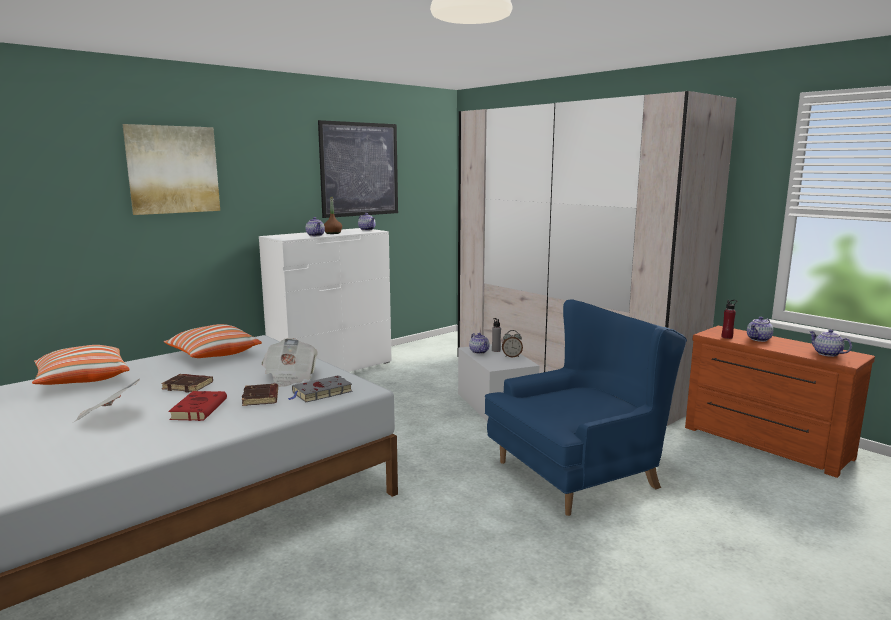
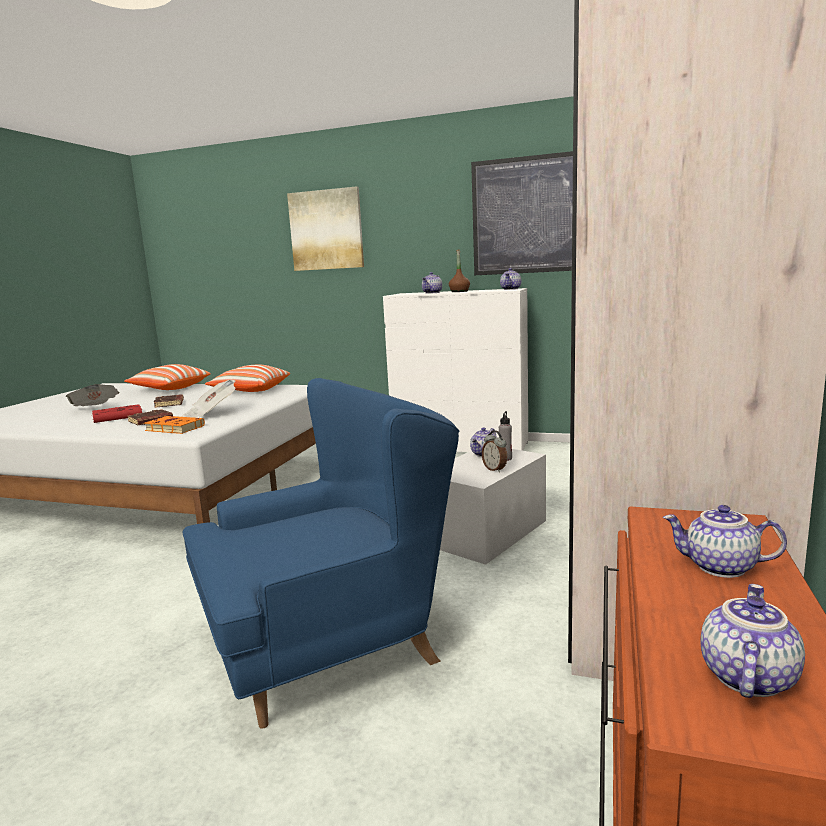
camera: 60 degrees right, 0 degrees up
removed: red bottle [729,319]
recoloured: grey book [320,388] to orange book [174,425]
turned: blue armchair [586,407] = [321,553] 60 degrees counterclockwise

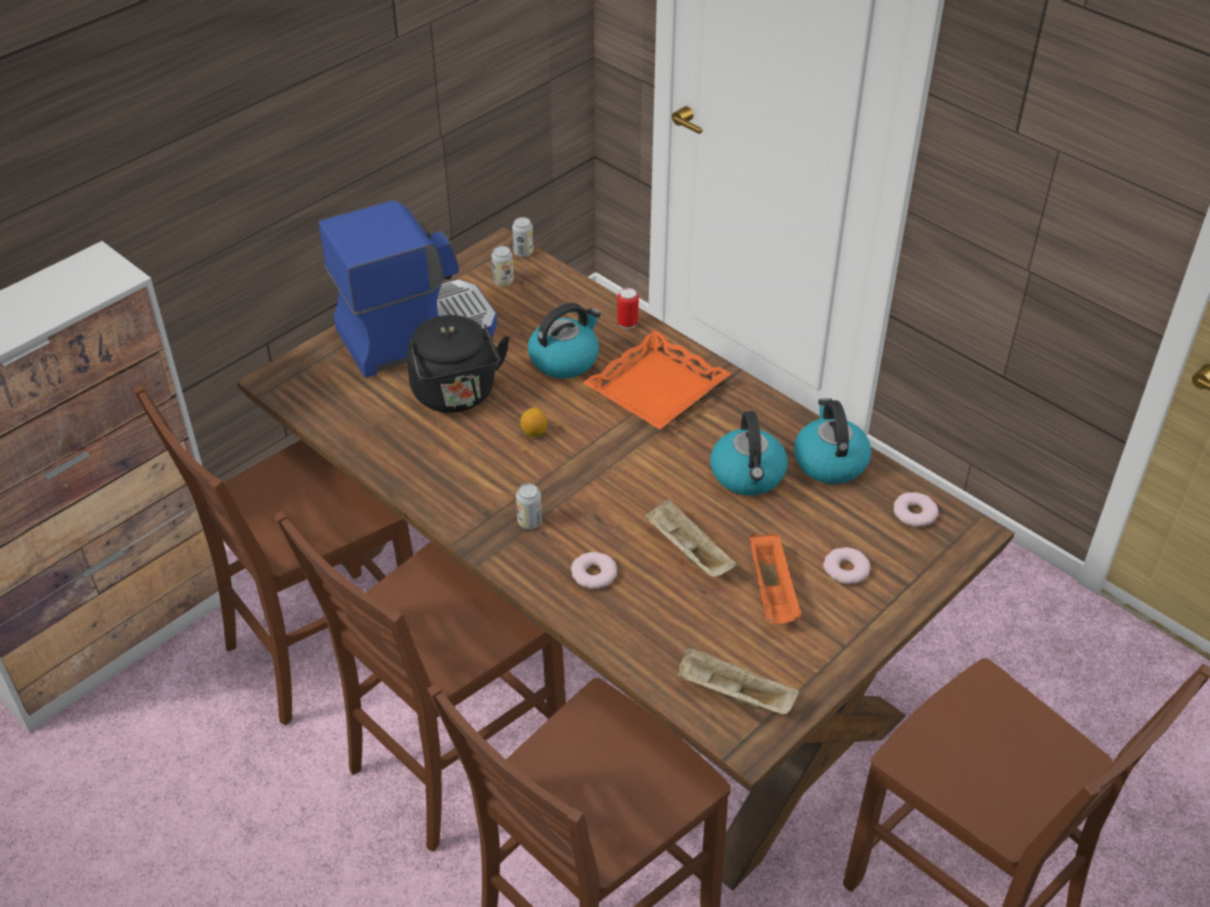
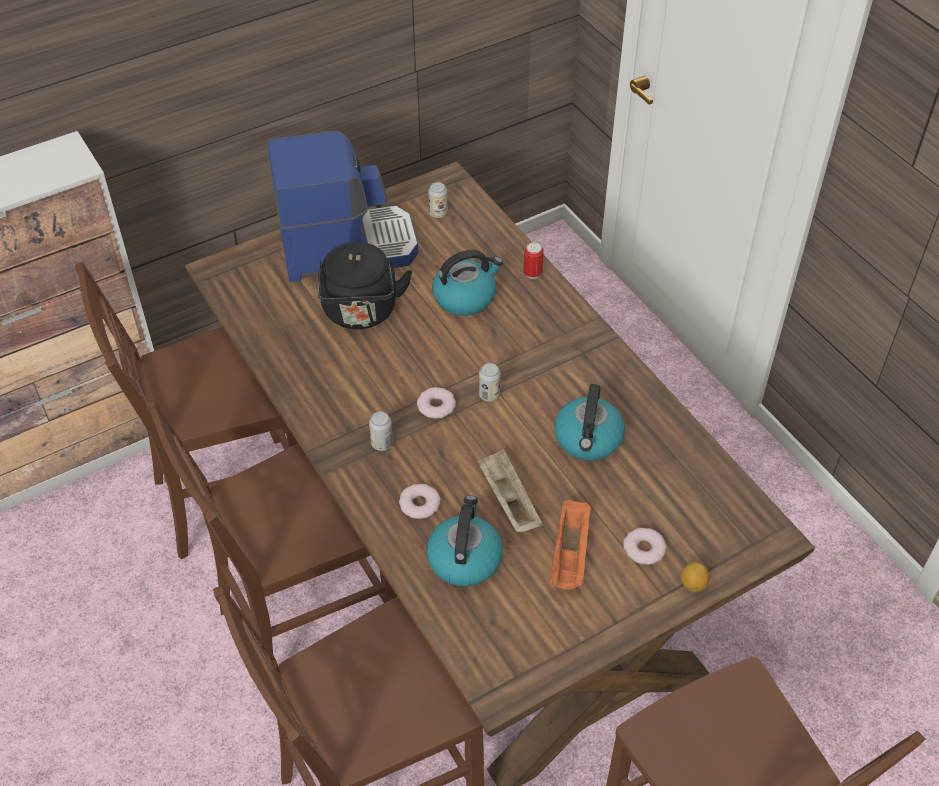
camera: 15 degrees right, 5 degrees up
removed: orange tray [657,379]; beige tray [738,680]
moved: can [523,237] to [490,382]; kettle [832,441] to [464,540]; lemon [533,422] to [695,577]; donut [916,509] to [436,403]

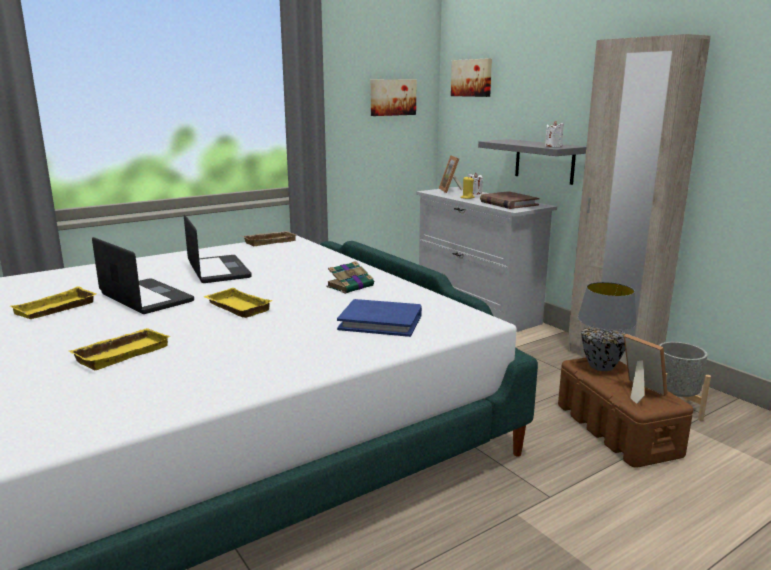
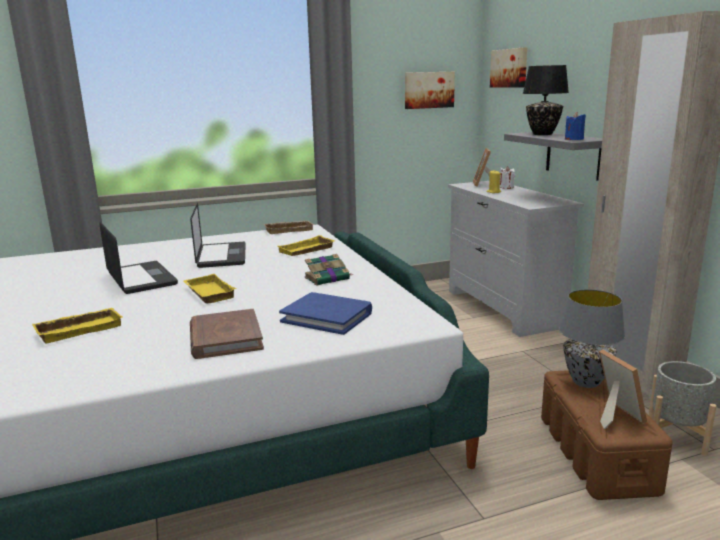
camera: 15 degrees right, 0 degrees up
added: black table lamp [546,100]
moved: brown book [509,200] to [227,334]; yellow tray [54,302] to [306,245]
recoloured: white candle [554,134] to blue candle [575,126]

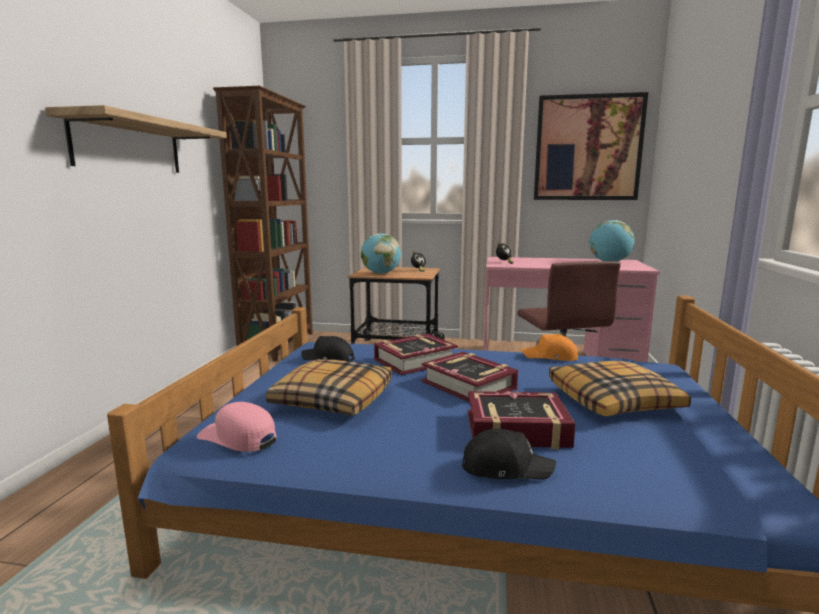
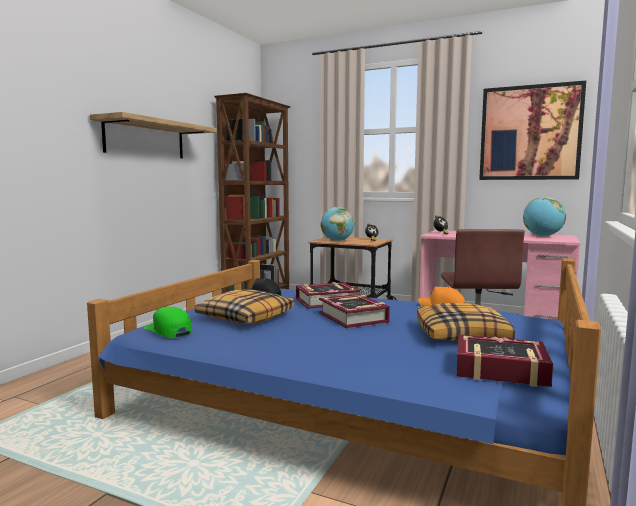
camera: 15 degrees right, 5 degrees down
removed: black cap [509,454]
moved: book [522,420] to [505,360]
recoloured: pink cap [236,427] to green cap [167,321]

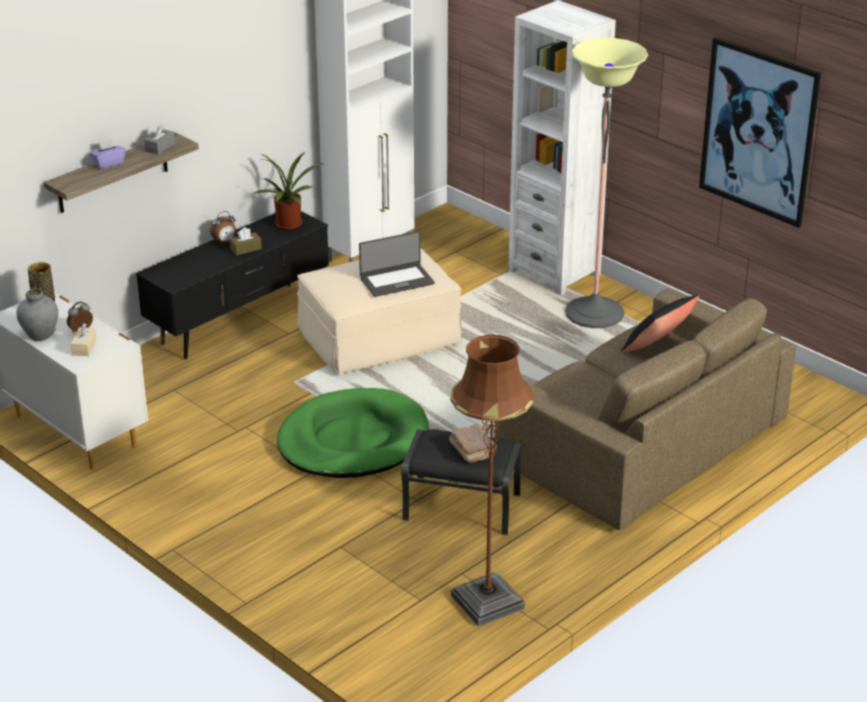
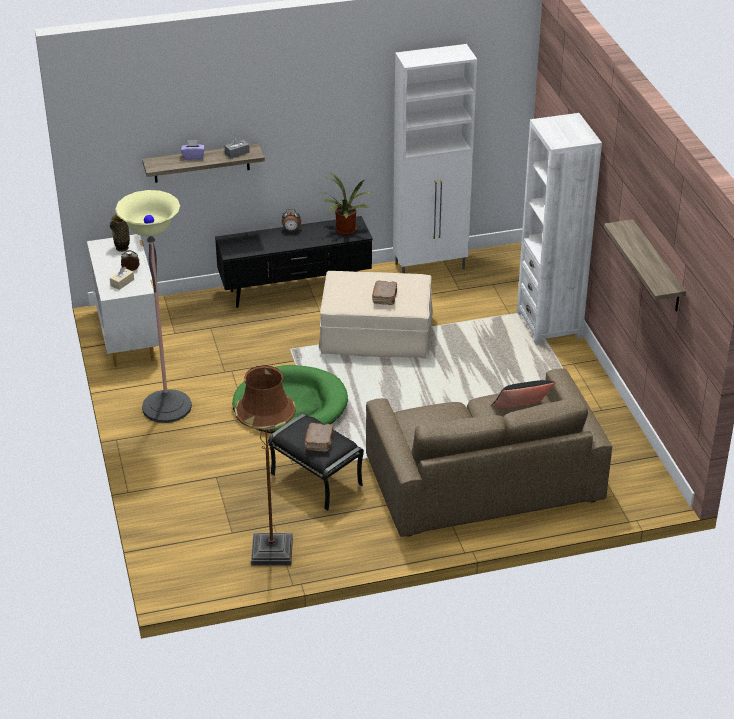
camera: 30 degrees right, 5 degrees up
removed: brown tissue box [246,241]; grey vase [37,315]
moved: floor lamp [606,183] to [153,306]
replaced: picture [760,132] to shelf [645,265]; laptop [397,264] to brown book [384,292]

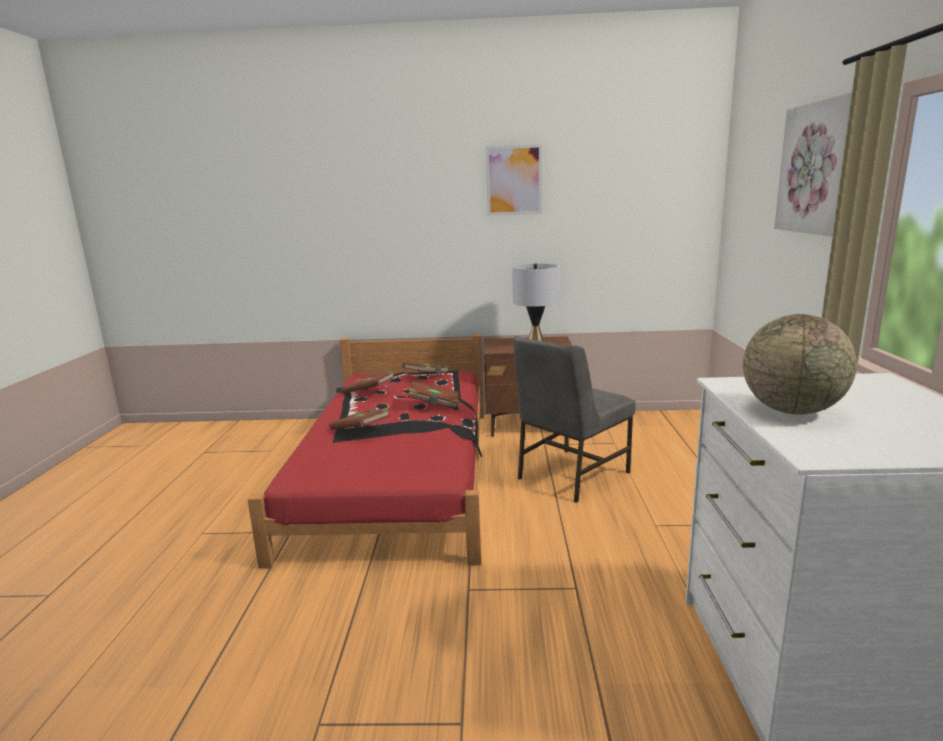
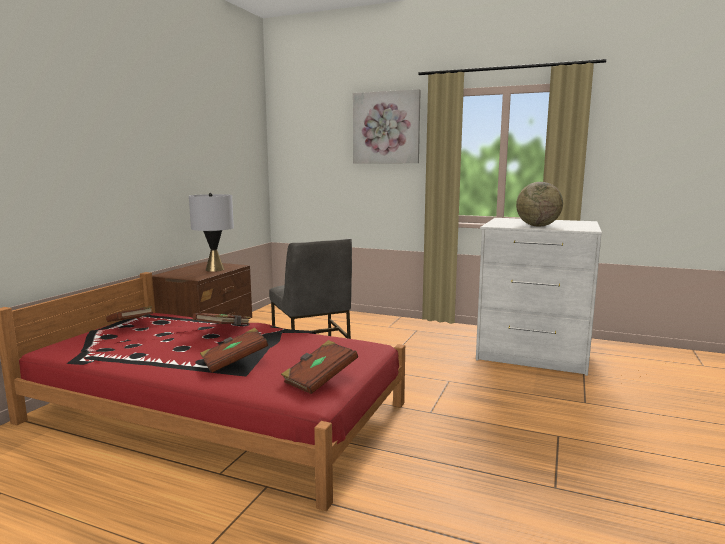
camera: 70 degrees left, 5 degrees down
removed: picture [514,180]
moved: brown book [368,382] to [319,367]

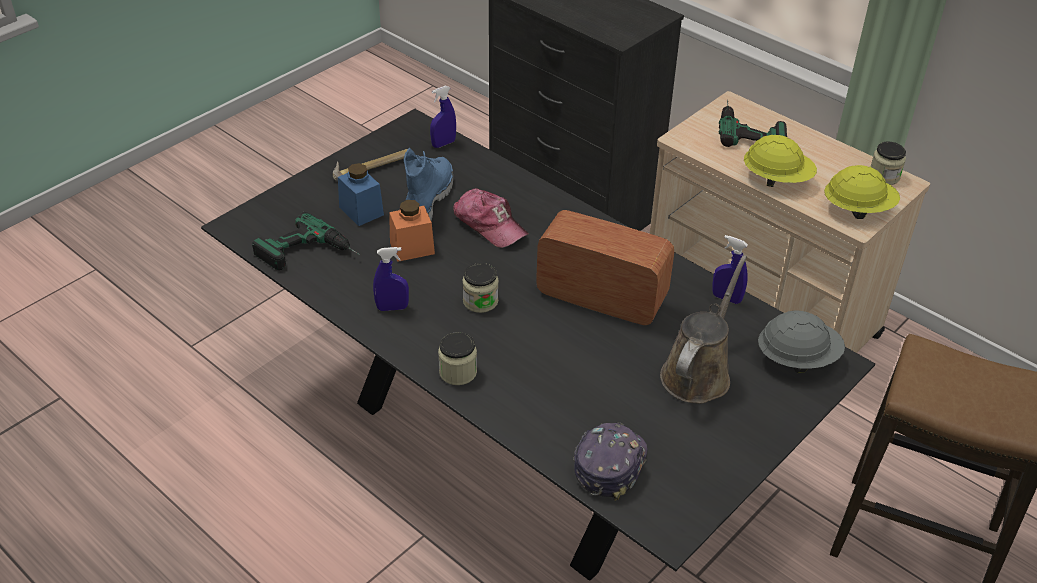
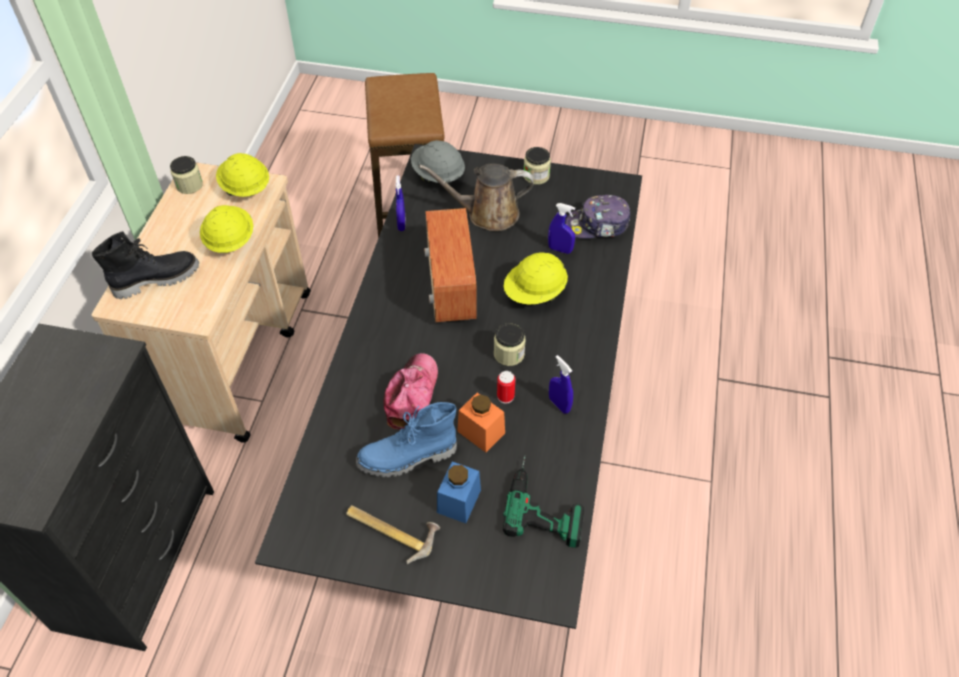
camera: 120 degrees left, 10 degrees up
added: yellow hard hat [536,279]; can [506,387]
moved: blue spray bottle [443,117] to [561,228]; jar [457,358] to [537,166]
replaced: power drill [753,123] to black boot [145,265]

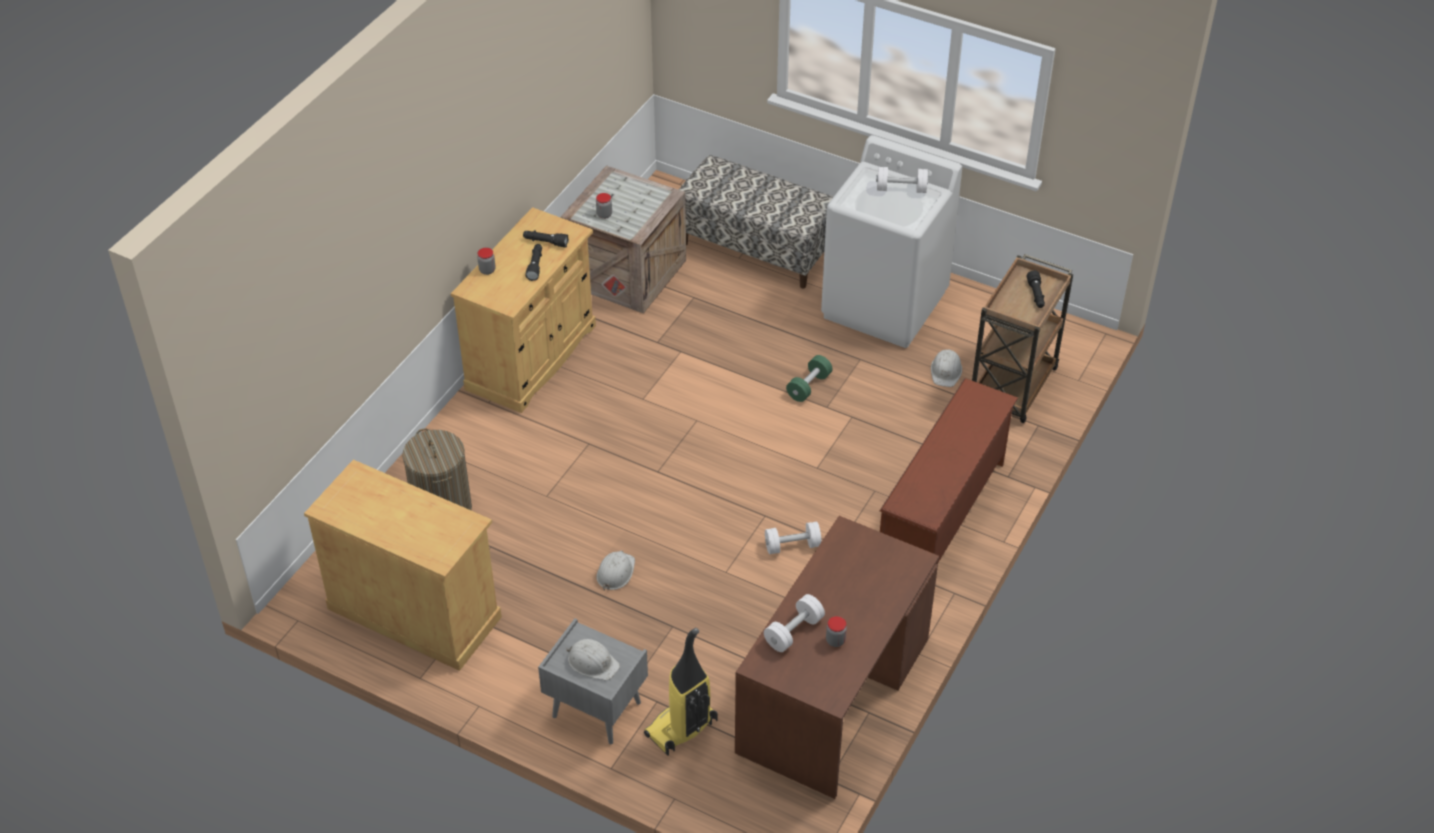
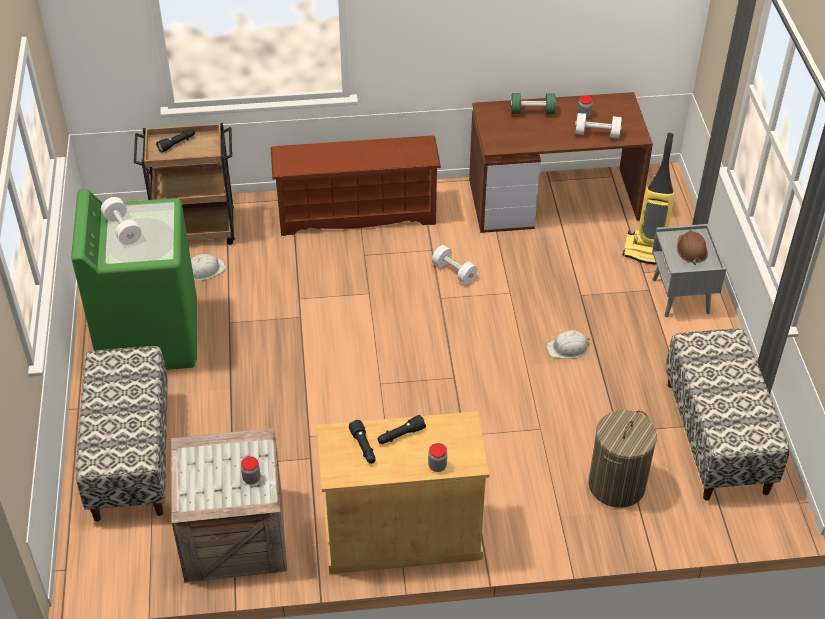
camera: 125 degrees left, 0 degrees up
moved: green dumbbell [809,378] to [533,103]
replaced: beige cabinet [403,565] to bench [727,414]
recoloured: white washing machine [891,241] to green washing machine [134,279]; white hard hat [593,660] to brown hard hat [692,247]

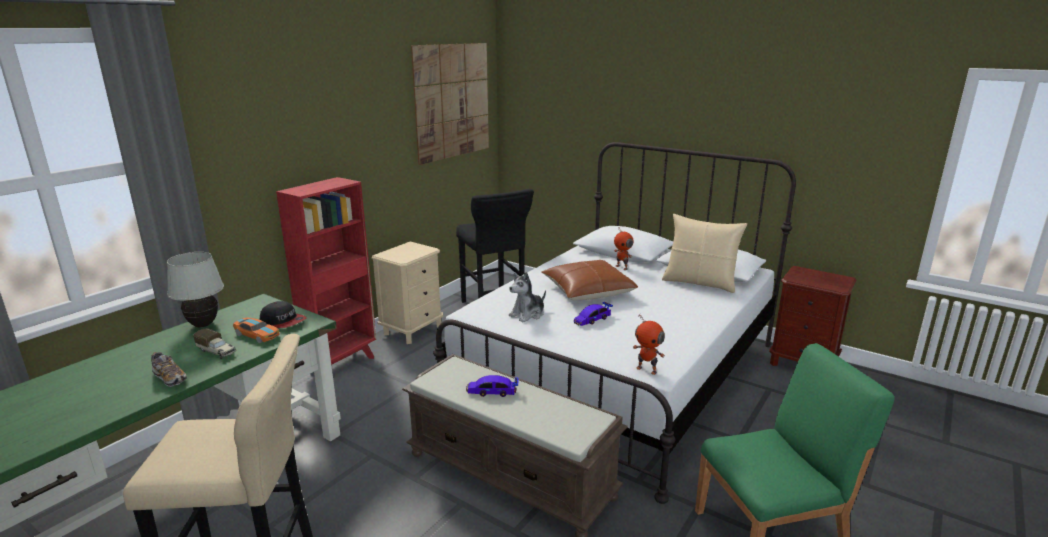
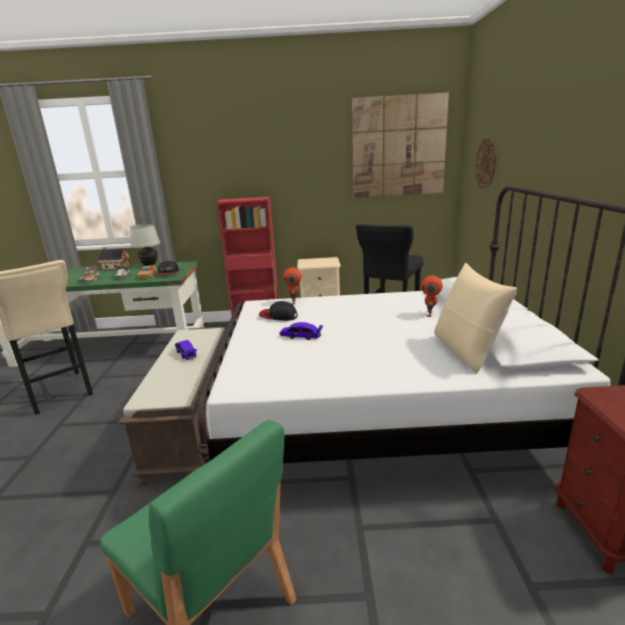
camera: 55 degrees right, 0 degrees up
removed: brown pillow [589,280]
added: wall clock [485,164]; toy house [114,259]
moved: toy robot [649,344] to [292,284]
replaced: plush toy [527,297] to cap [278,311]

